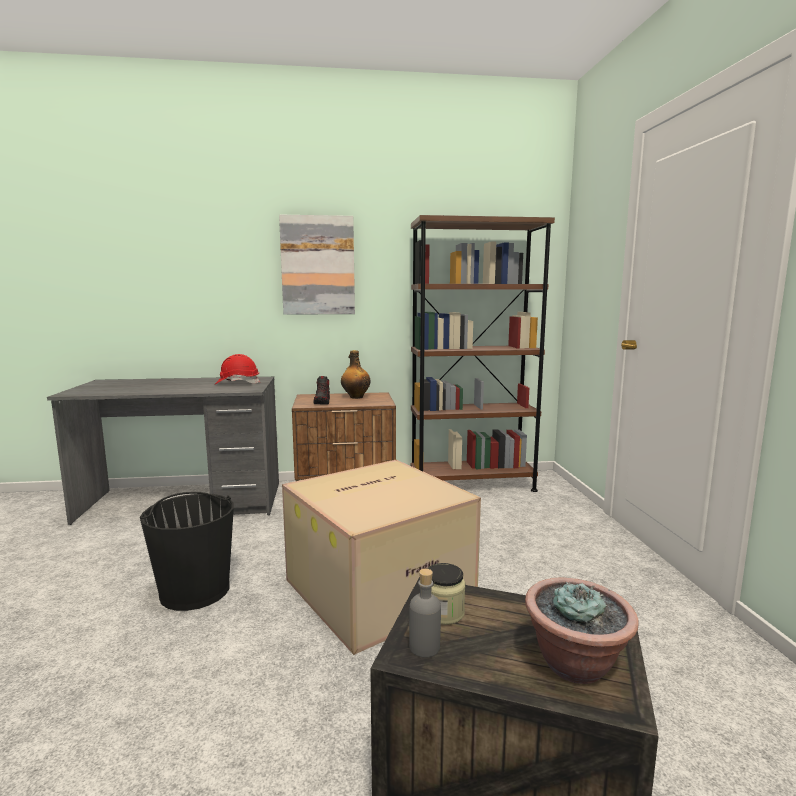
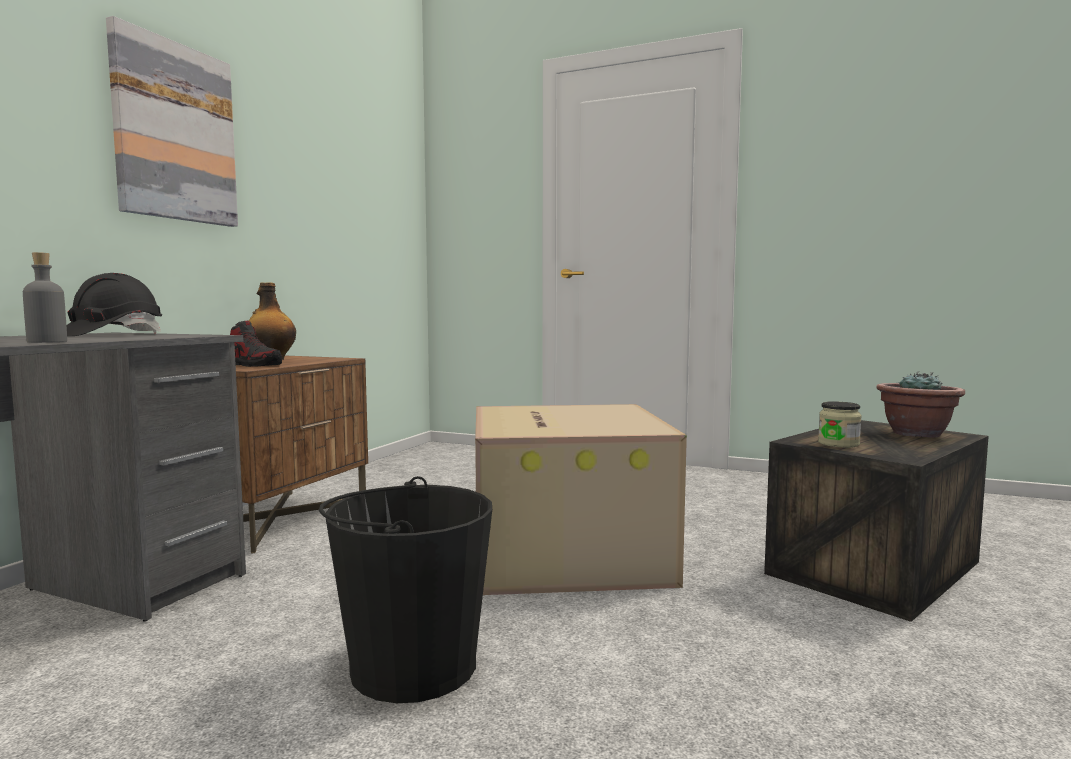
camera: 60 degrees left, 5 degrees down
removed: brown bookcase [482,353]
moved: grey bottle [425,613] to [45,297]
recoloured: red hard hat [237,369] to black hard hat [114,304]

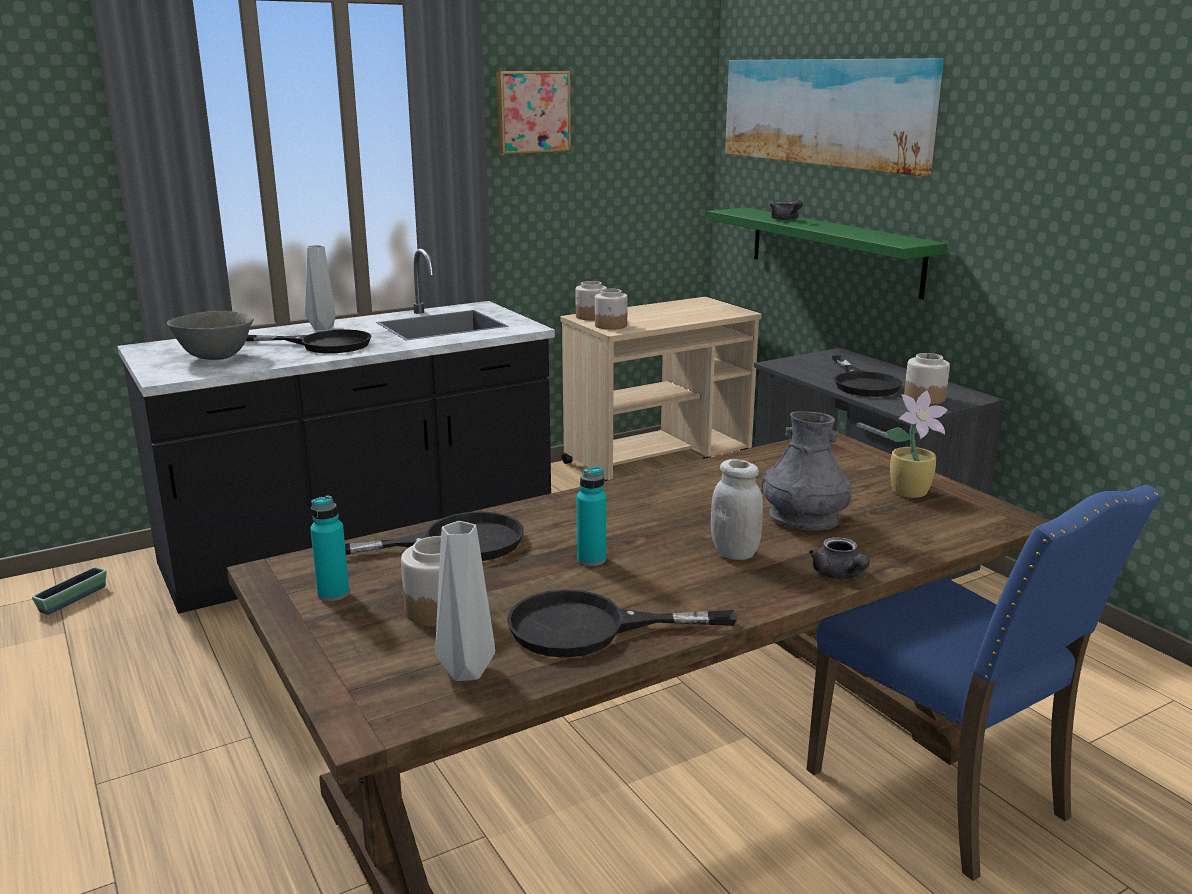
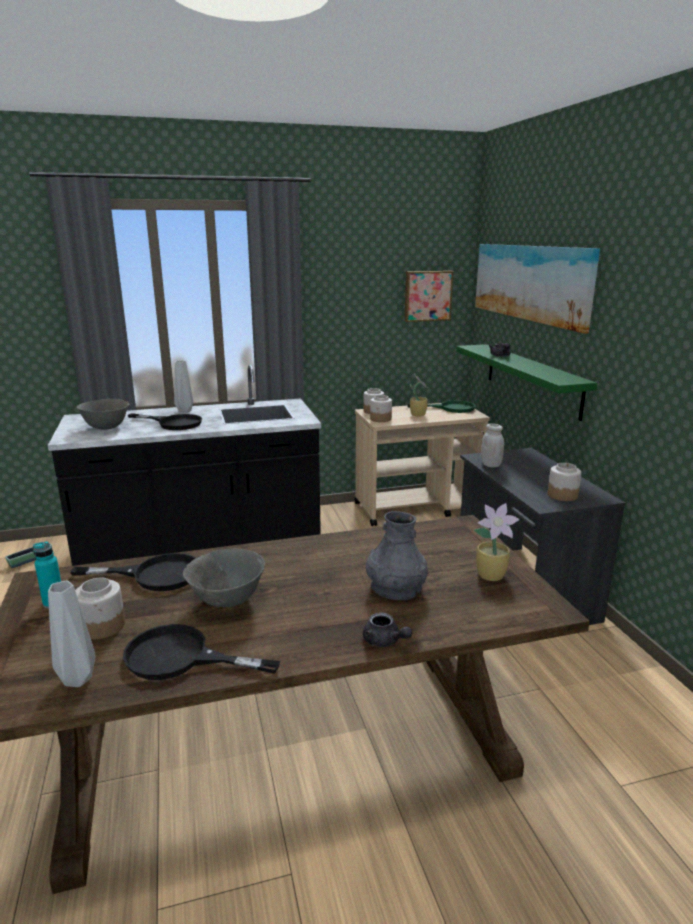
camera: 15 degrees right, 0 degrees up
removed: black frying pan [867,376]; blue chair [984,683]
added: potted plant [419,394]; green frying pan [441,406]
moved: picture [533,113] to [428,296]; white jar [737,509] to [492,445]
replaced: turquoise bottle [591,516] to grey bowl [224,578]
turned: grey teapot [839,558] = [387,629] 45 degrees counterclockwise

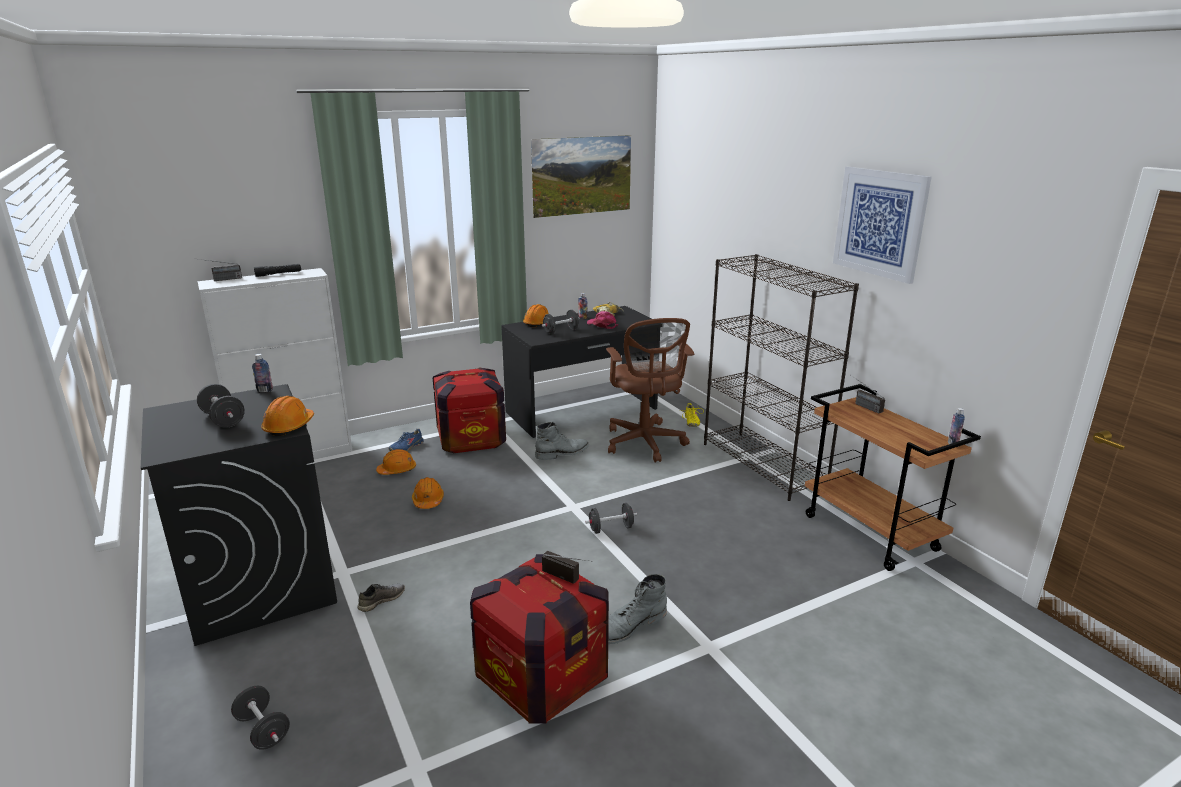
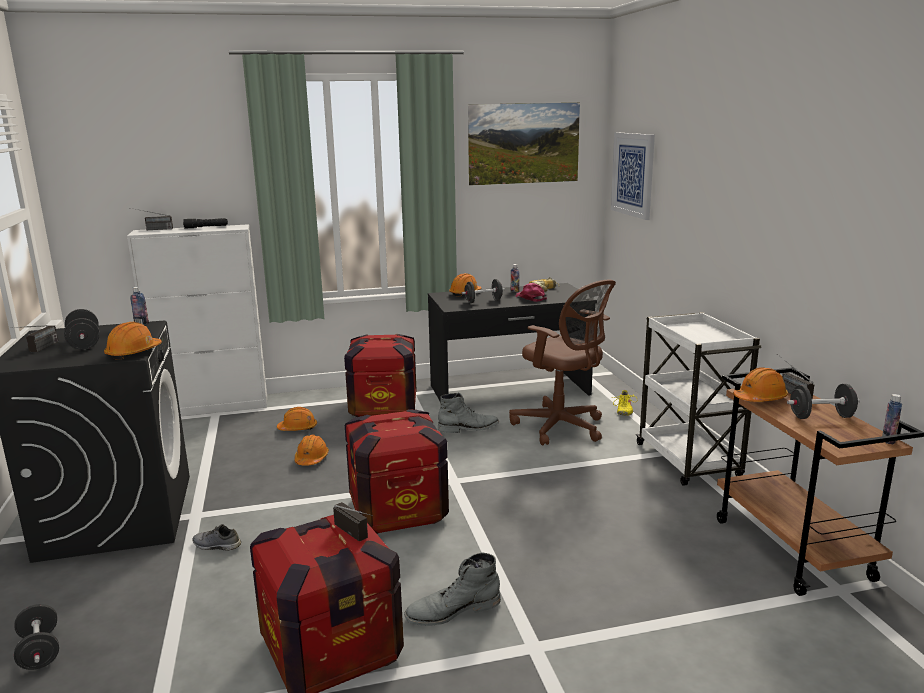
camera: 15 degrees right, 5 degrees down
removed: blue shoe [406,439]
added: radio [35,338]; orange hard hat [760,384]; crate [397,471]
moved: picture [882,225] to [633,176]; black dumbbell [611,518] to [823,401]
replaced: black bookcase [781,377] to white cart [699,399]
turned: brown office chair [650,390] = [562,362] 45 degrees counterclockwise; grey shoe [381,598] = [216,537] 135 degrees counterclockwise

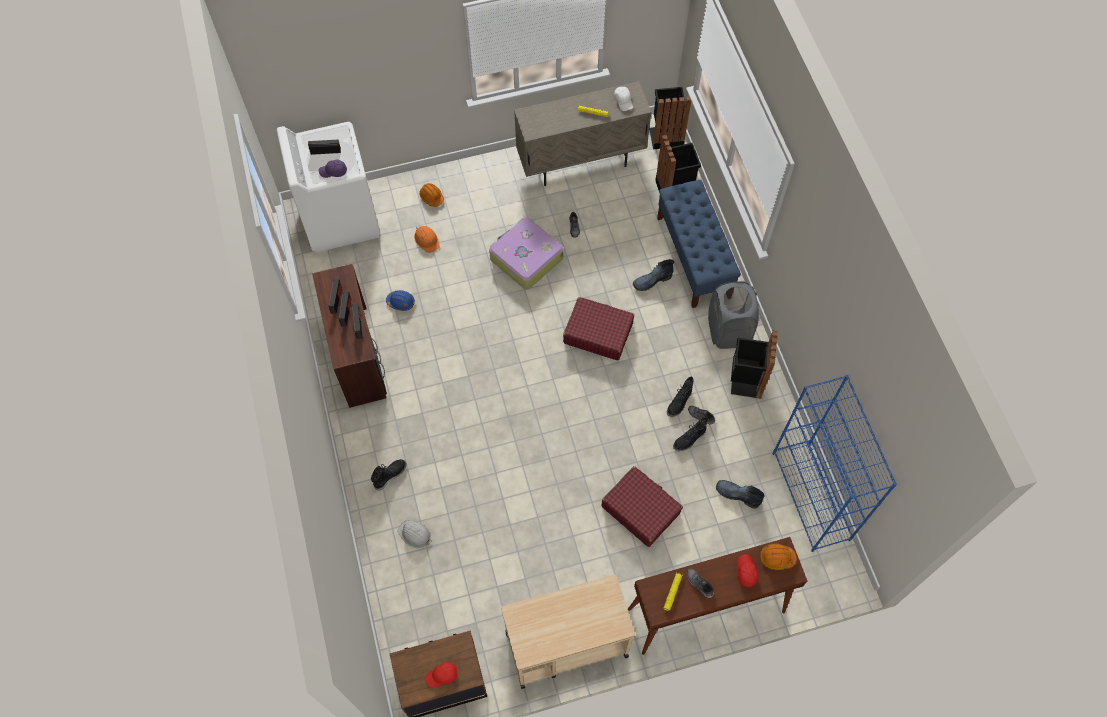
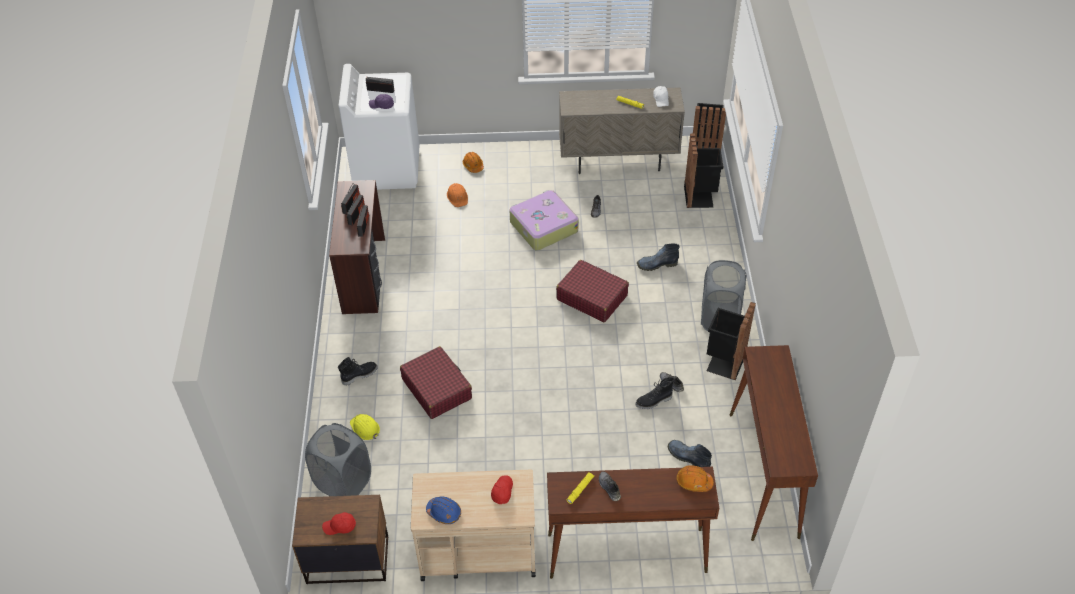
camera: 15 degrees right, 15 degrees down
removed: blue bench [699,244]; black boot [680,397]
added: grey laundry basket [338,459]
moved: blue hard hat [400,300] to [443,510]; red suitcase [642,506] to [436,382]; red cap [747,570] to [502,489]
replaced: blue bookcase [834,463] to brown console table [774,443]
recoloured: white hard hat [414,534] to yellow hard hat [365,427]

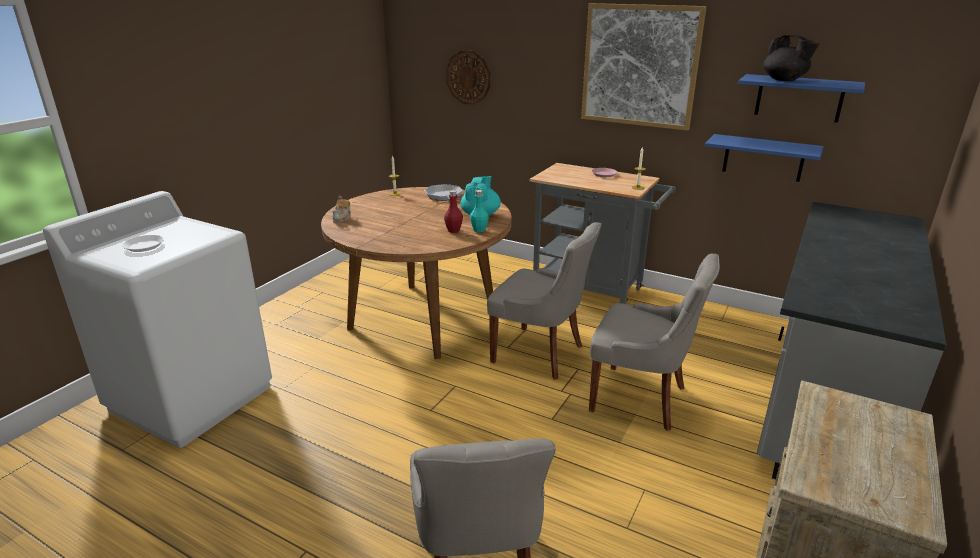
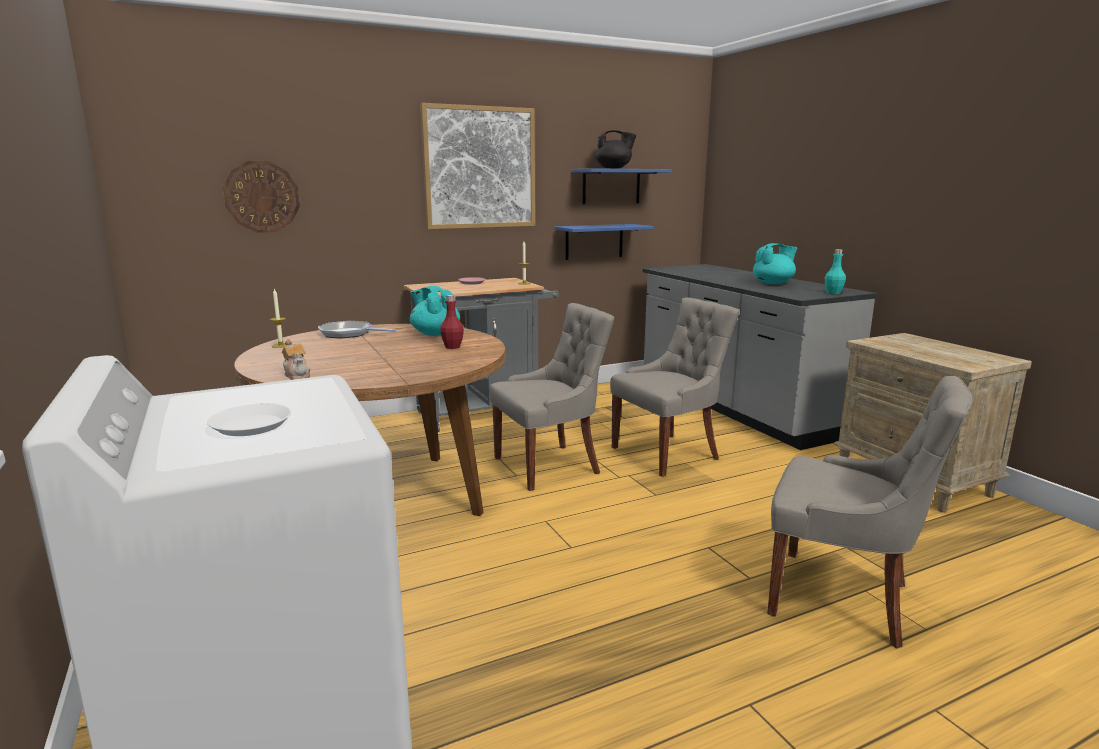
camera: 55 degrees left, 10 degrees down
added: turquoise teapot [775,263]
moved: turquoise bottle [479,211] to [835,271]

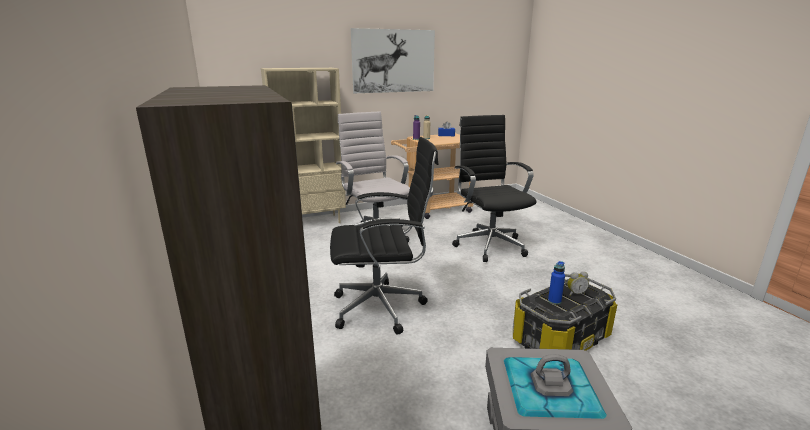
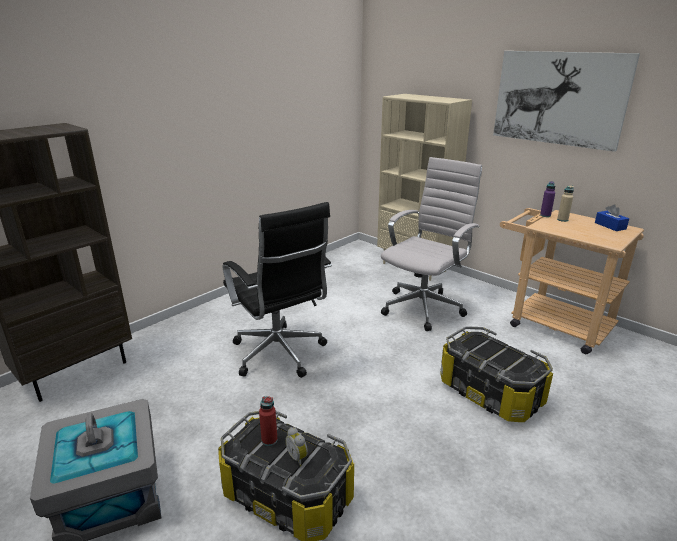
camera: 65 degrees right, 5 degrees up
replaced: black office chair [494,188] to storage box [496,374]
recoloured: blue bottle [556,283] to red bottle [268,421]

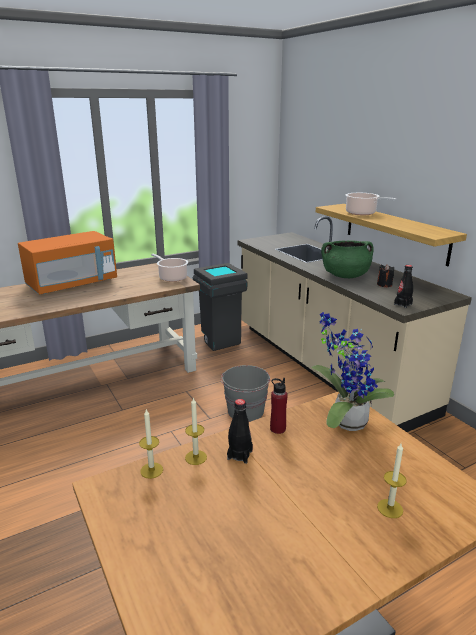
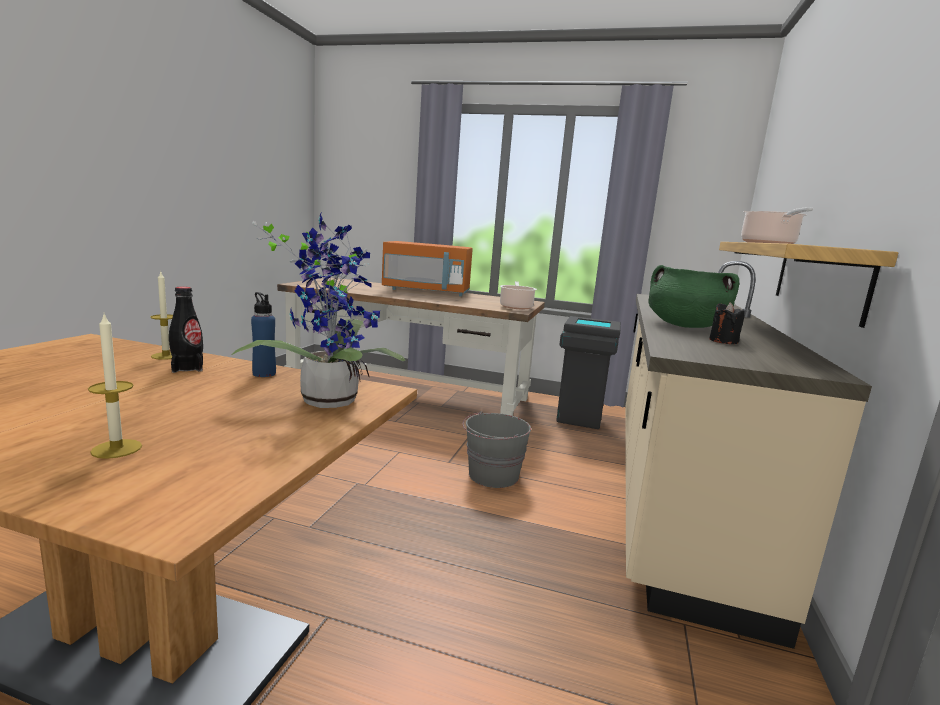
camera: 45 degrees right, 10 degrees down
removed: black bottle [403,286]; candle [151,444]
recoloured: red bottle [279,406] to blue bottle [263,334]

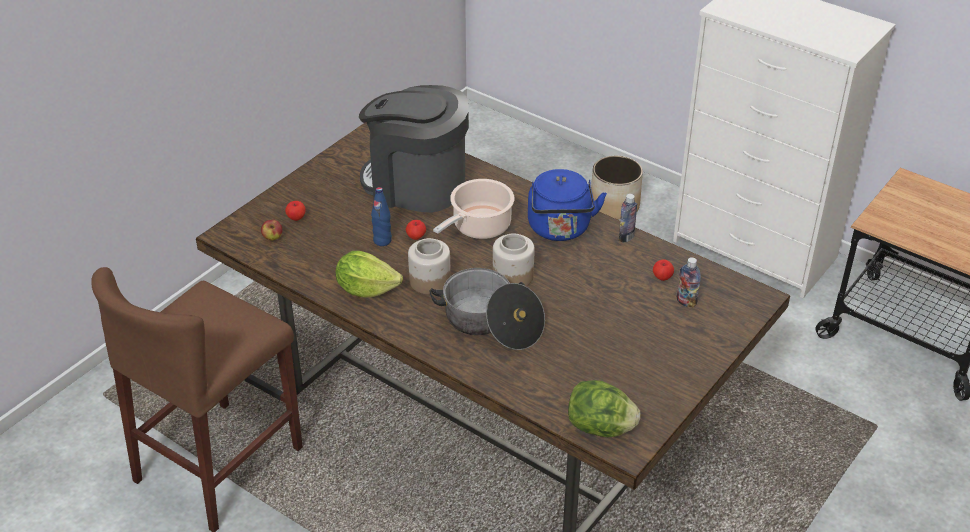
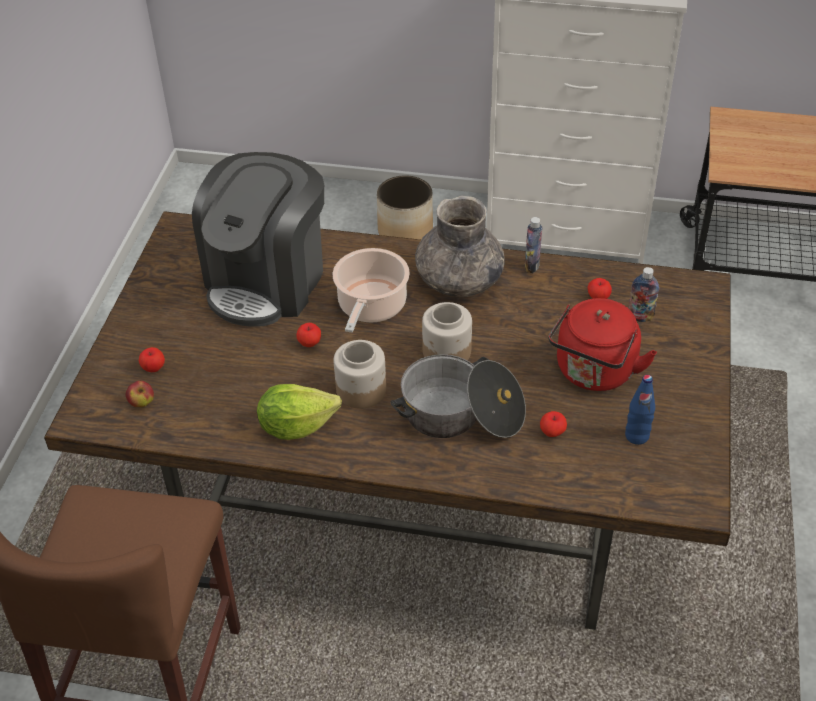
camera: 25 degrees left, 5 degrees up
removed: lettuce [604,408]
added: red kettle [602,344]; apple [553,424]
moved: blue bottle [381,216] to [640,410]
replaced: blue kettle [567,205] to grey vase [460,246]
turned: coffee machine [414,149] = [258,239] 60 degrees counterclockwise

